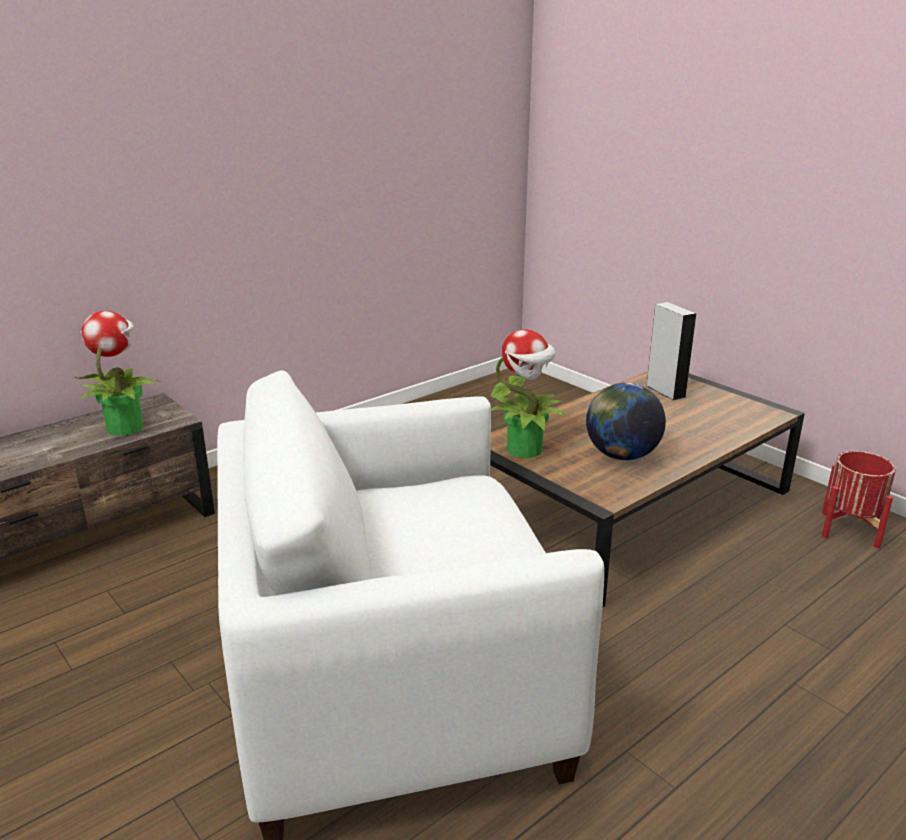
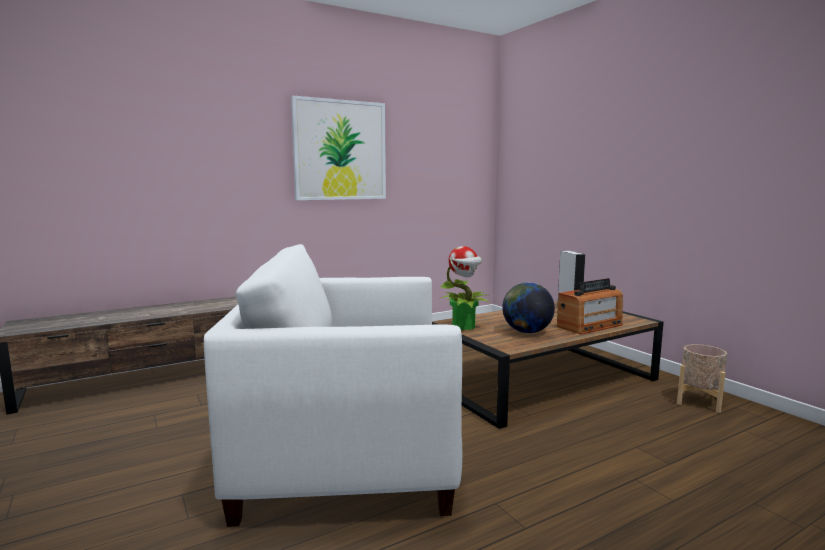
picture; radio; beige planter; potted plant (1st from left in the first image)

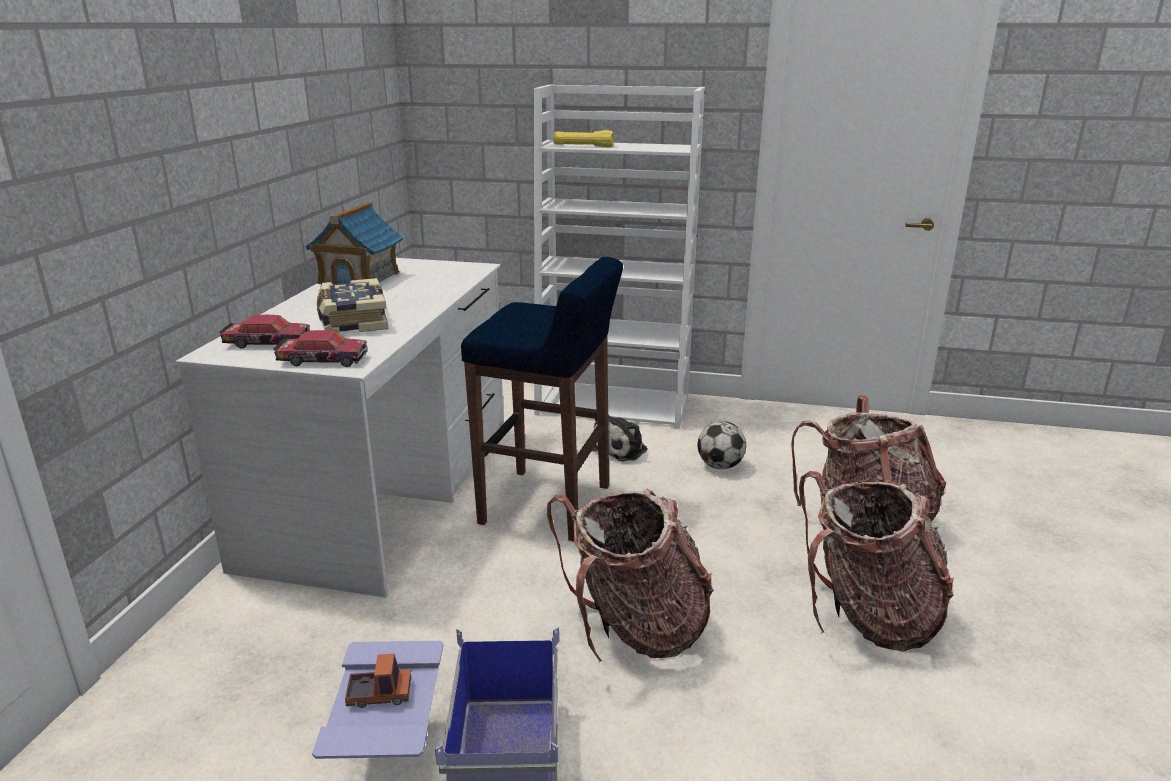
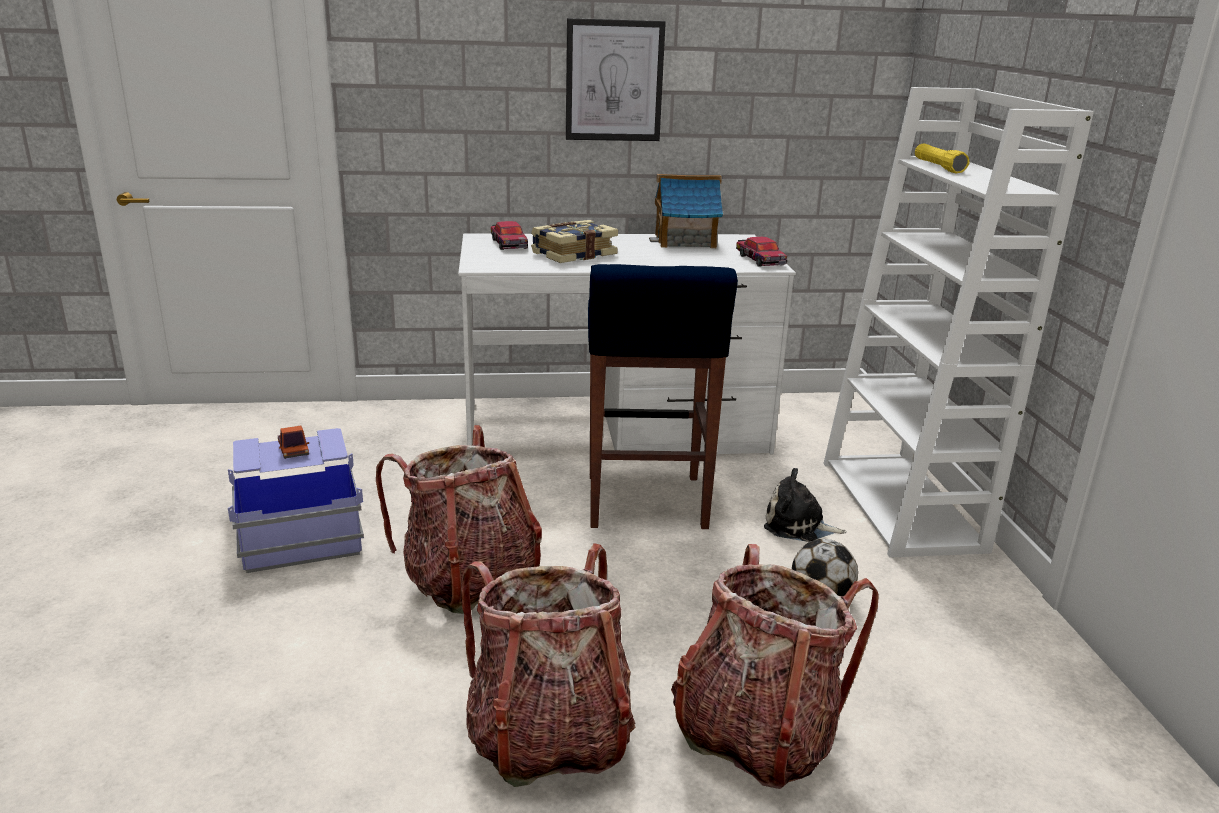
picture; toy car (2nd from left)

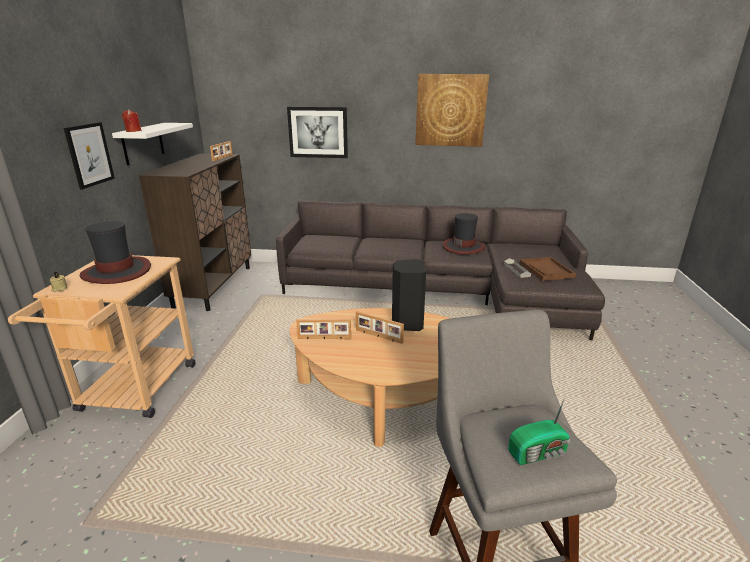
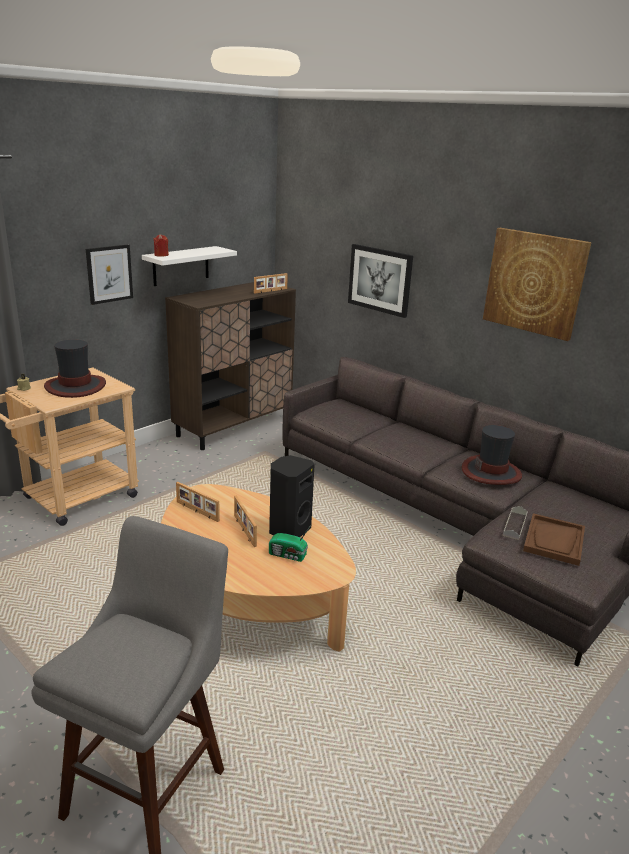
radio

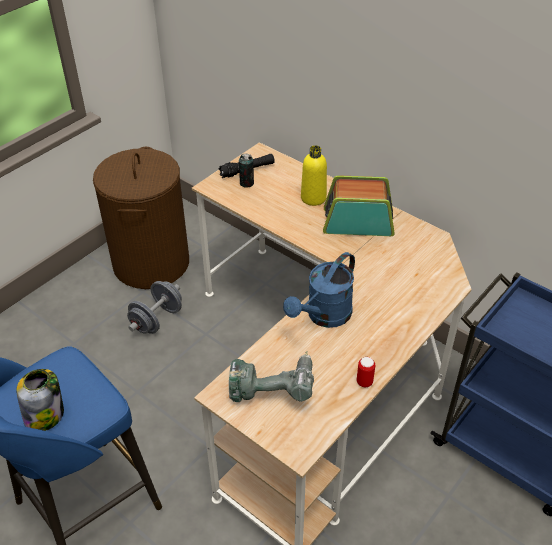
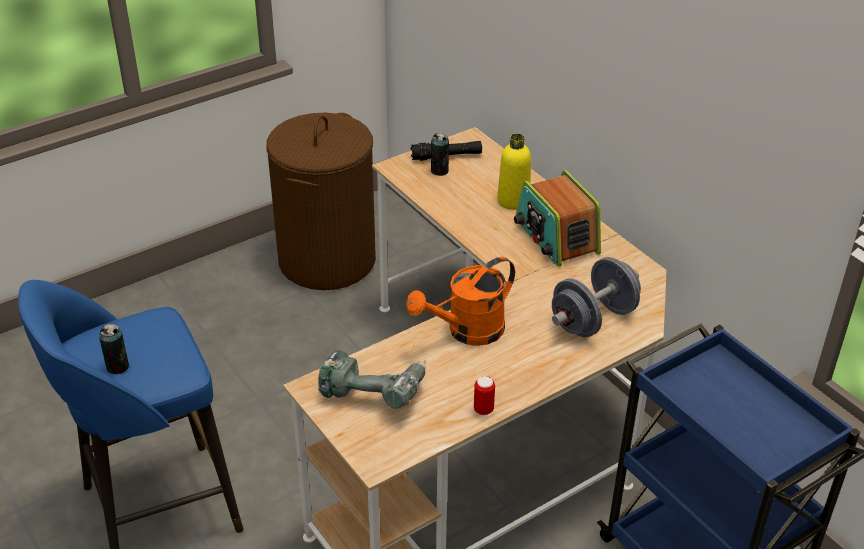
can (1st from left); orange watering can; radio; grey dumbbell

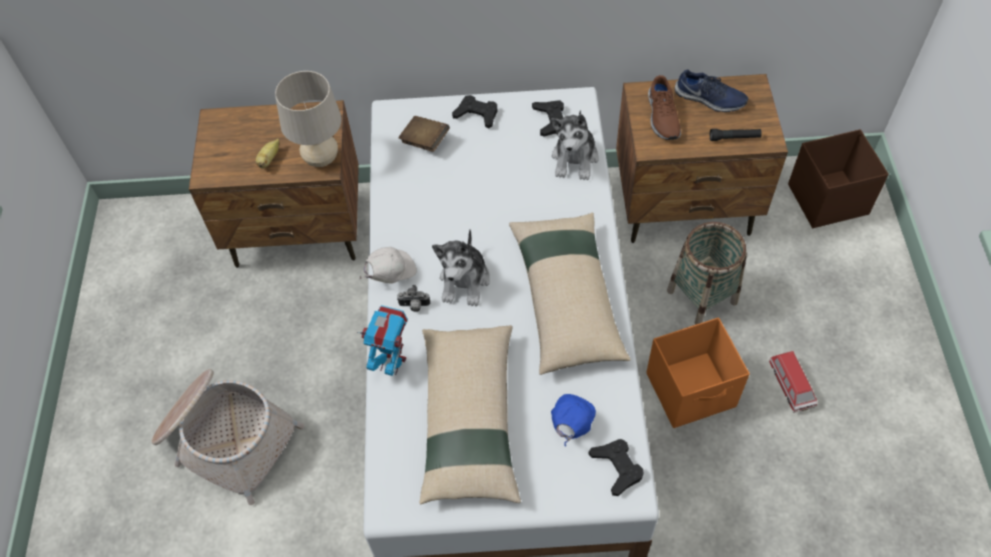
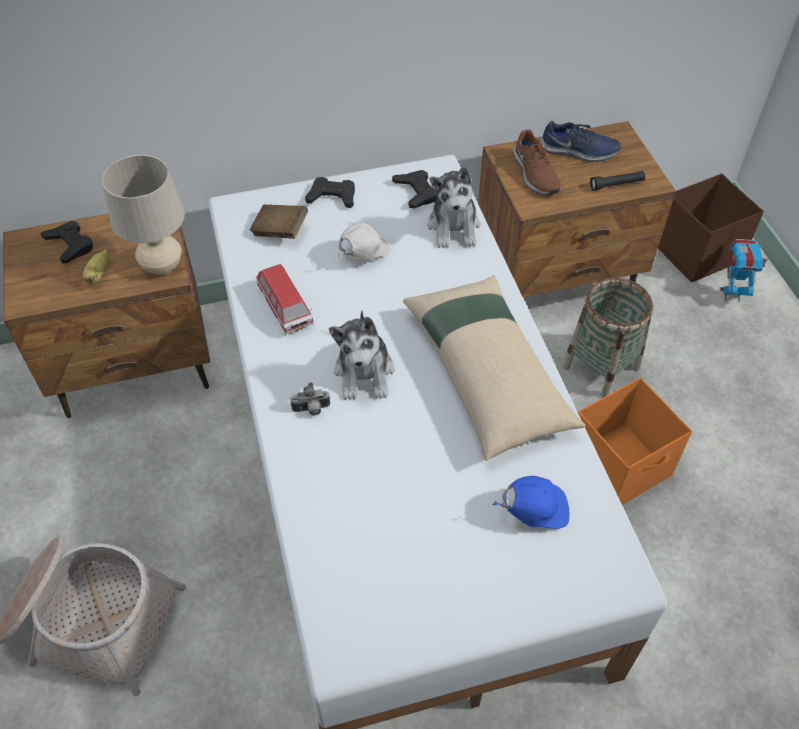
black game controller (1st from left); toy car; white cap; blue cap; toy robot; beige pillow (1st from left in the first image)

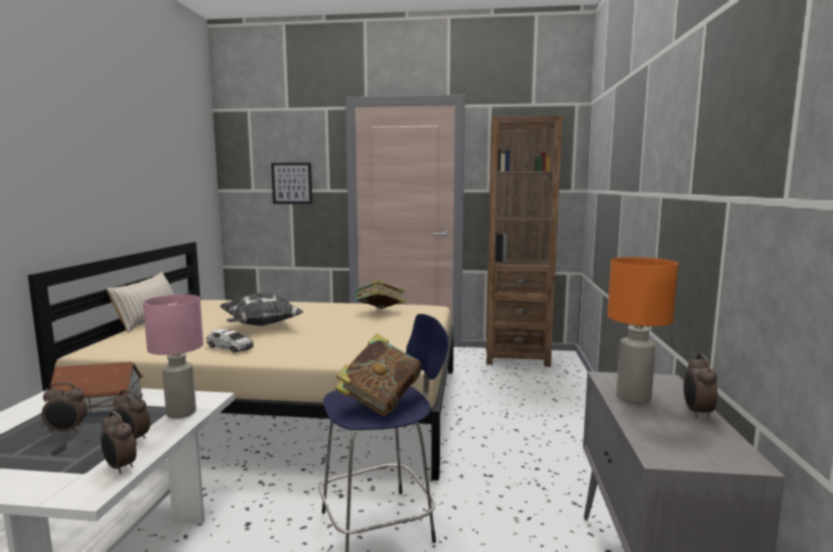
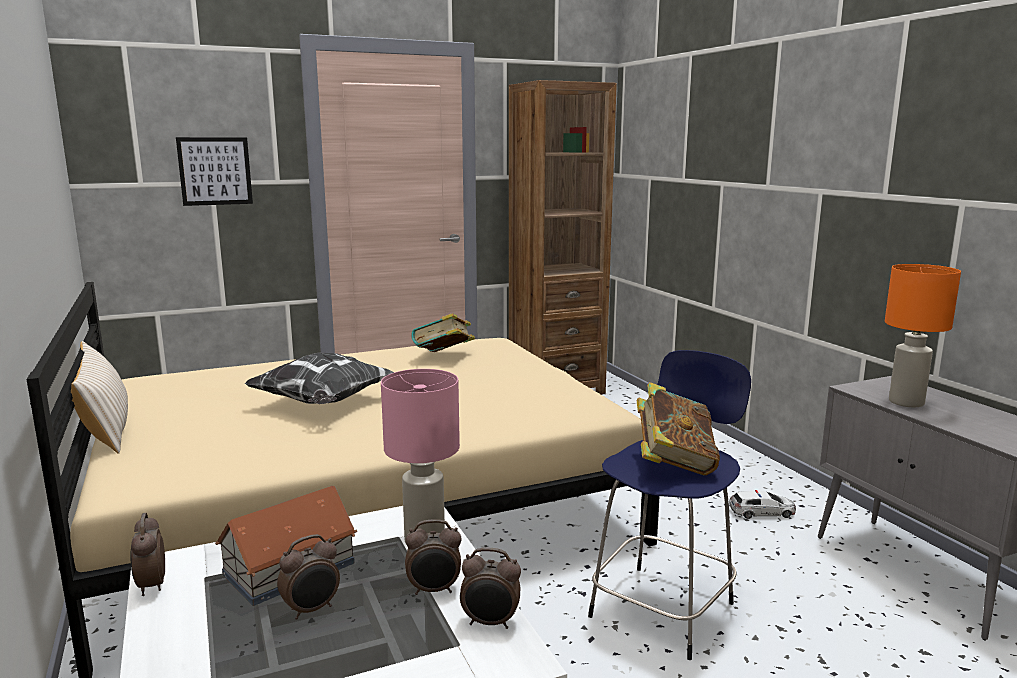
alarm clock (1st from left); toy car

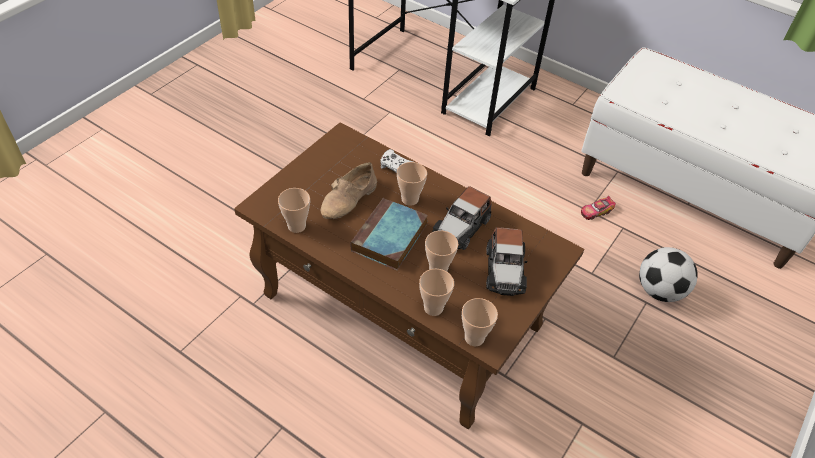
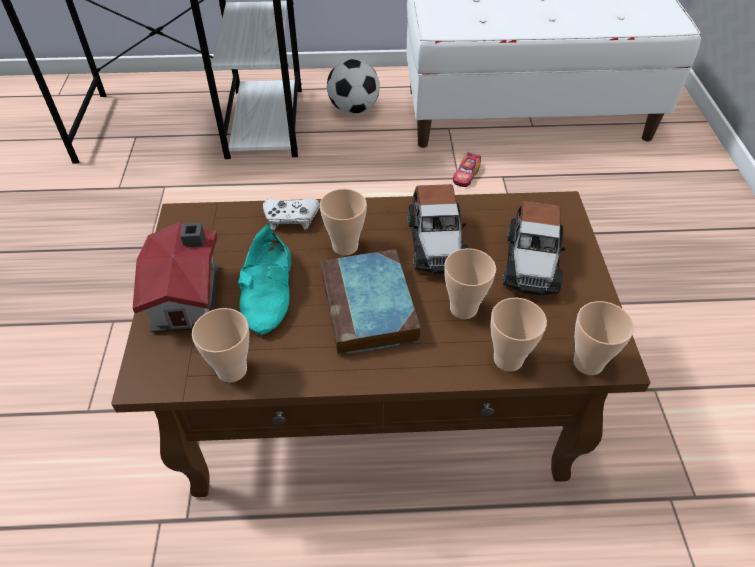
toy house; turquoise shoe; football; toy car (3rd from left)

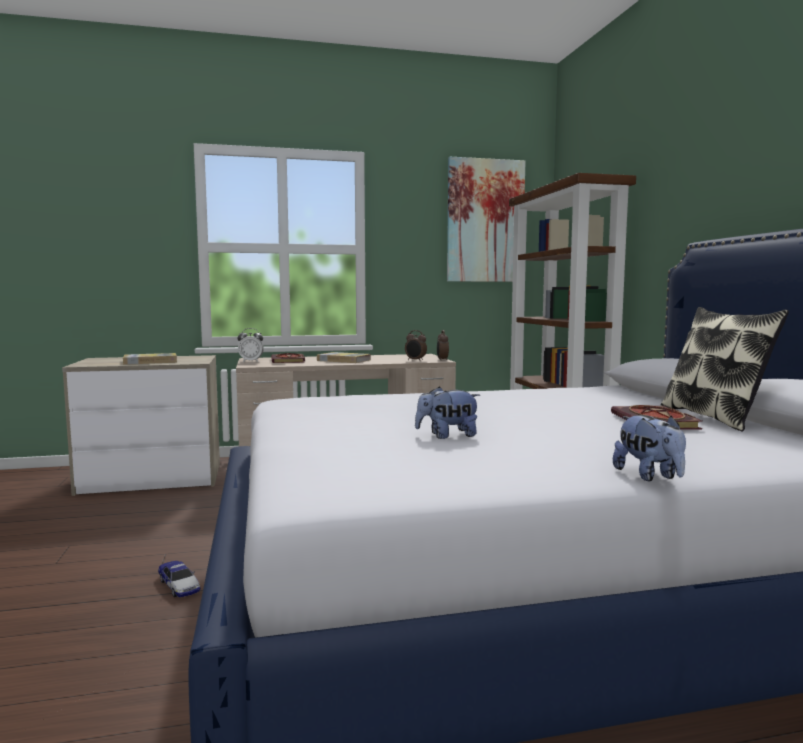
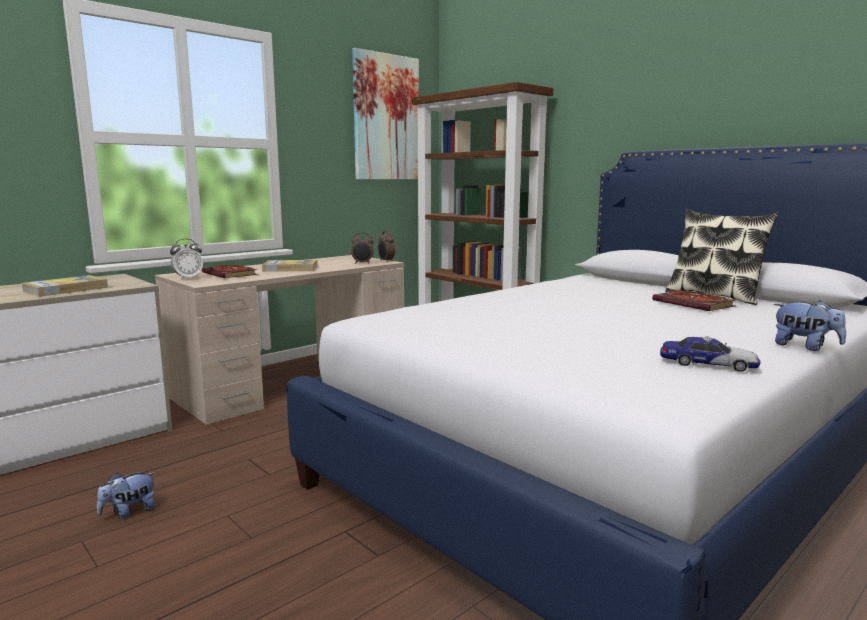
plush toy (1st from left); toy car

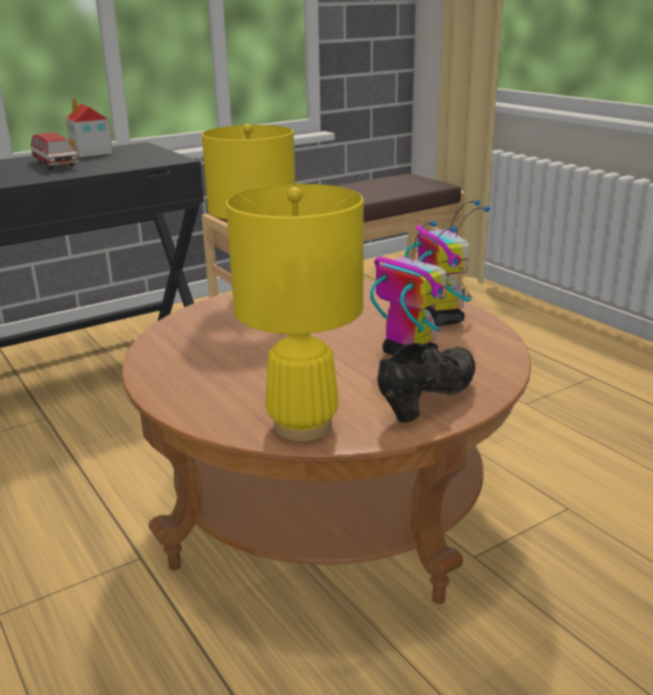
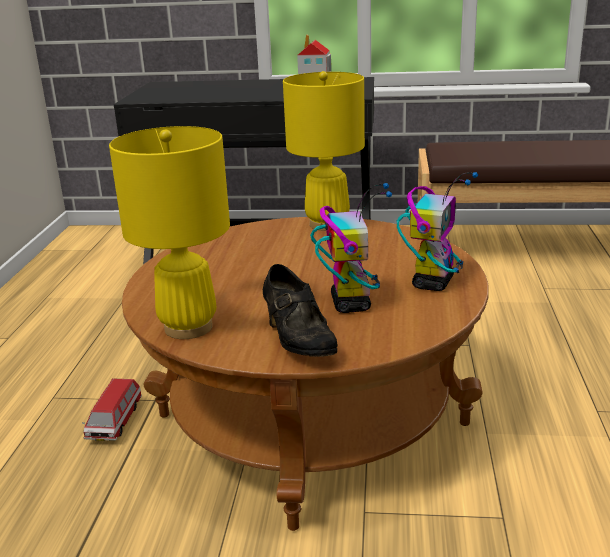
toy car; black shoe

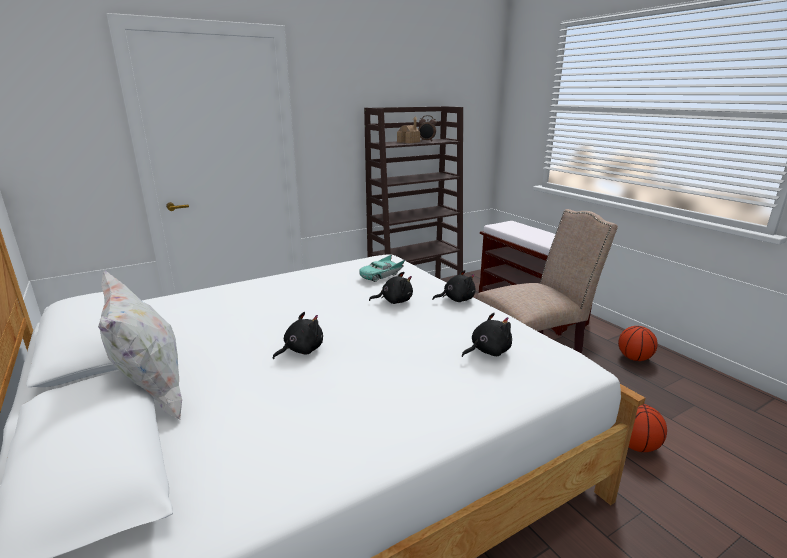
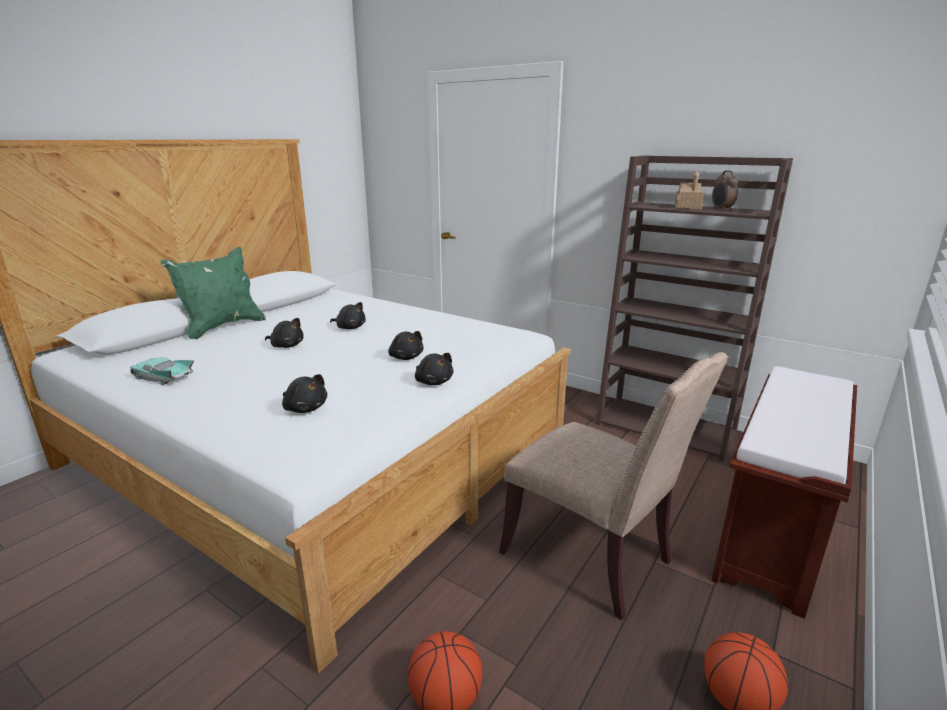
turquoise toy car; green pillow; black plush toy (3rd from left)

